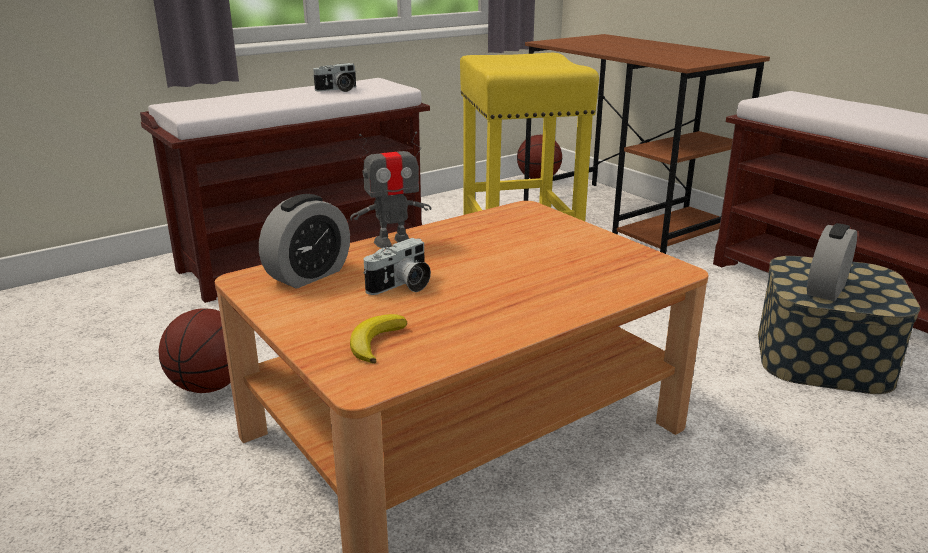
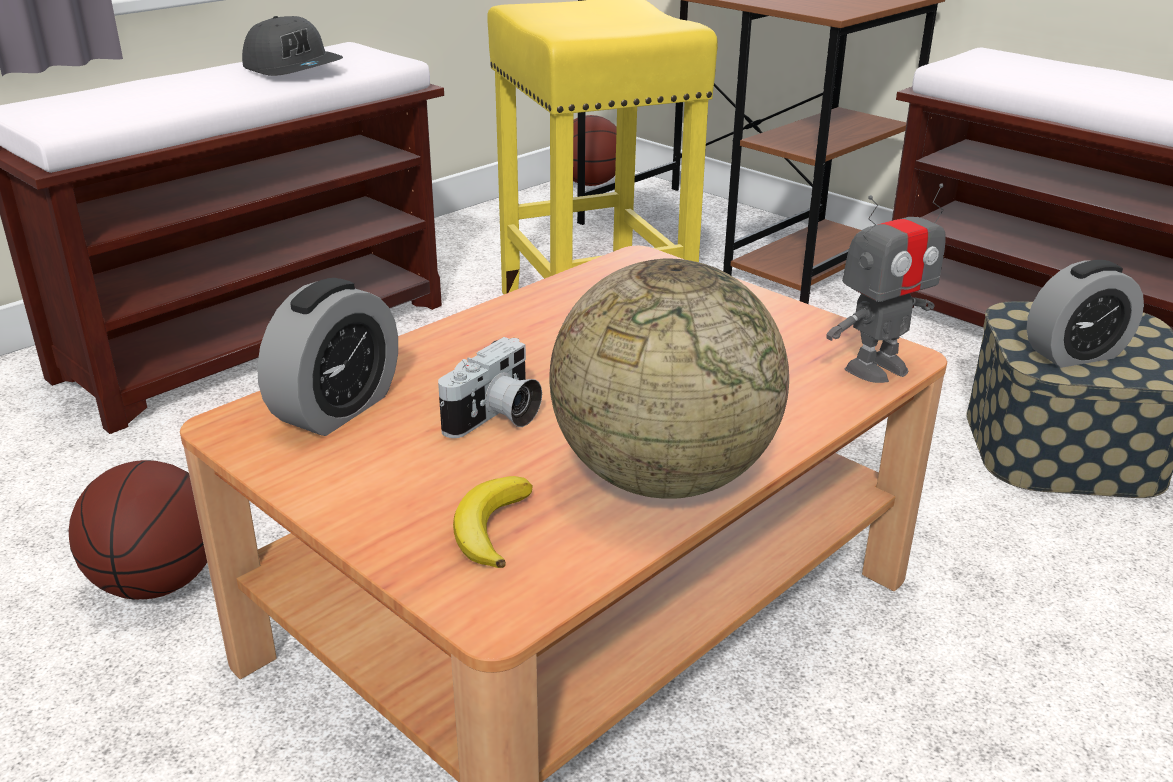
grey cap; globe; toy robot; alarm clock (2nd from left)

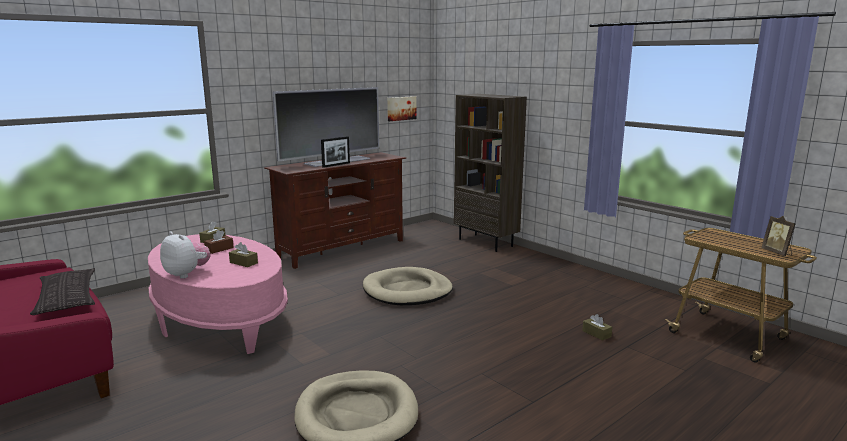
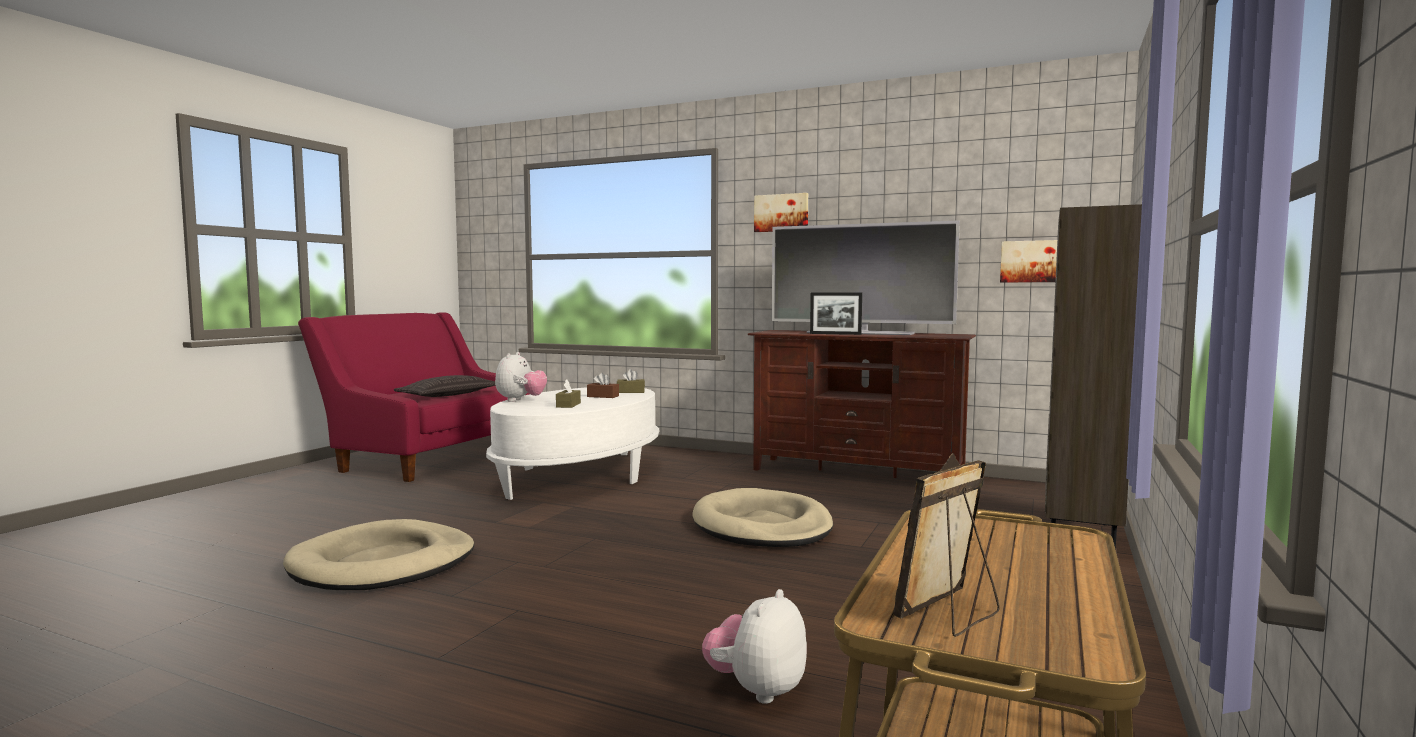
white coffee table; plush toy (2nd from left); picture (1st from left)

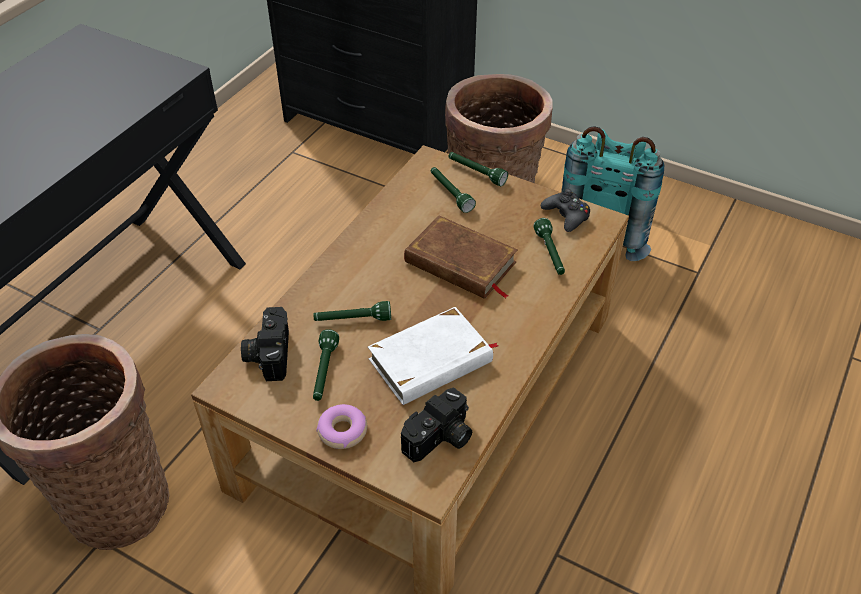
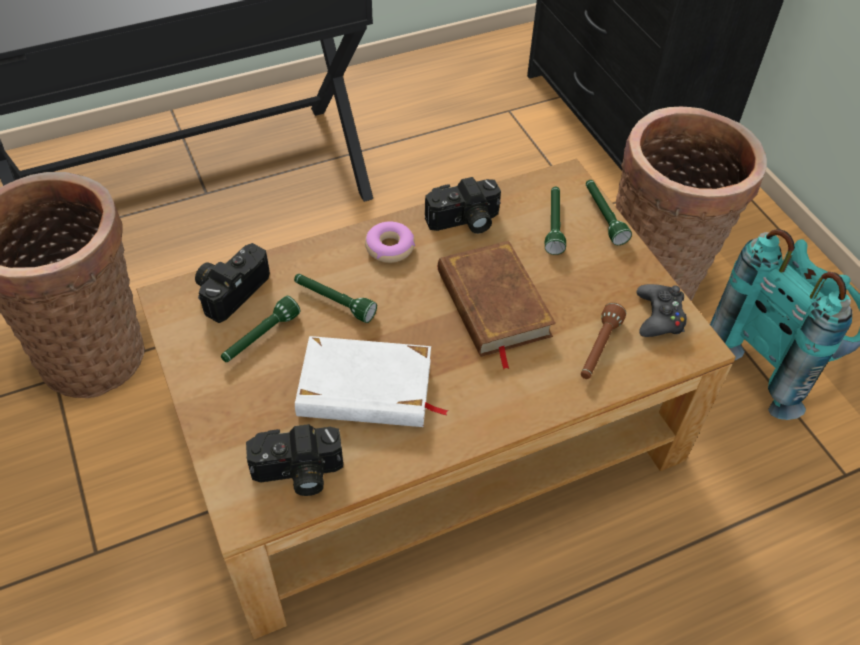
donut; photo camera (3rd from left); brown flashlight

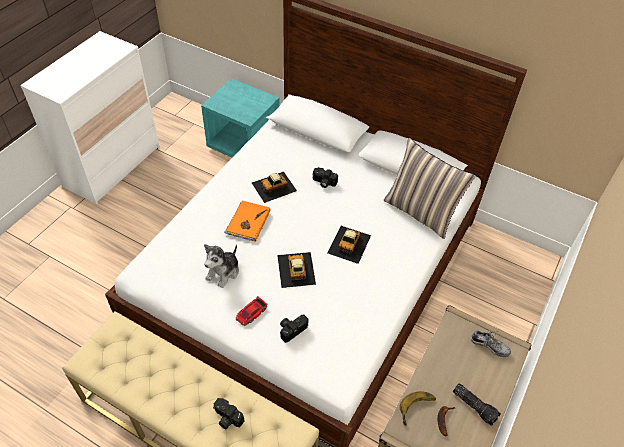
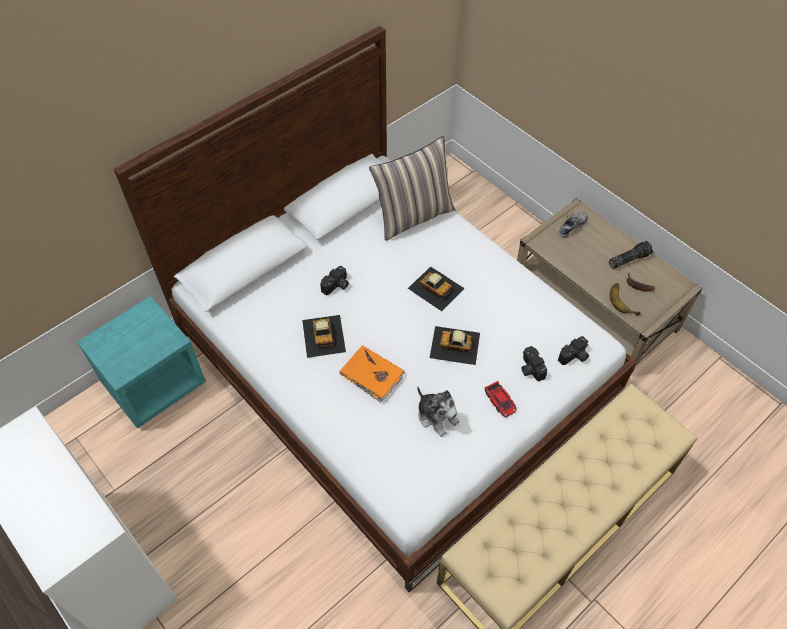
photo camera (3rd from left)

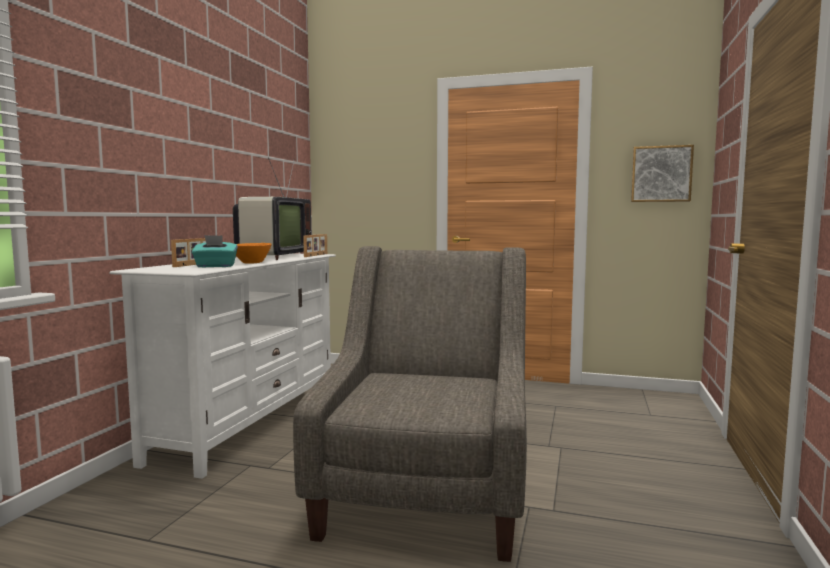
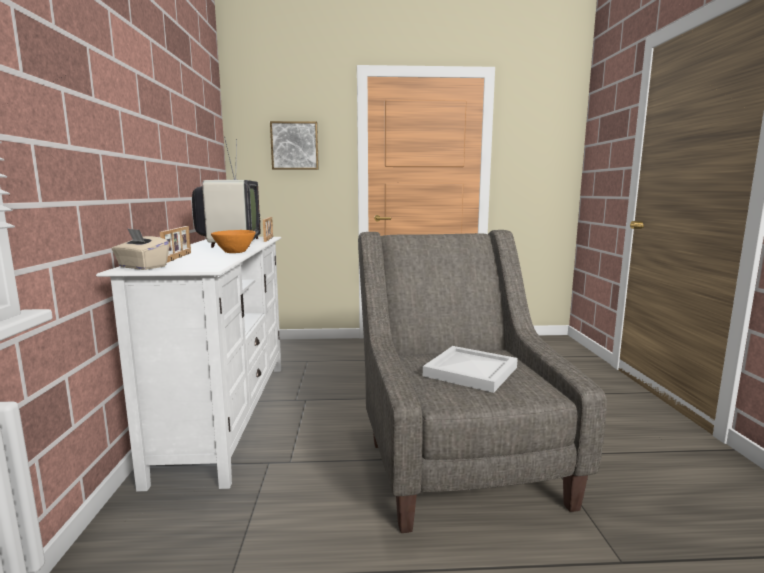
beige tissue box; picture; white tray; turquoise tissue box

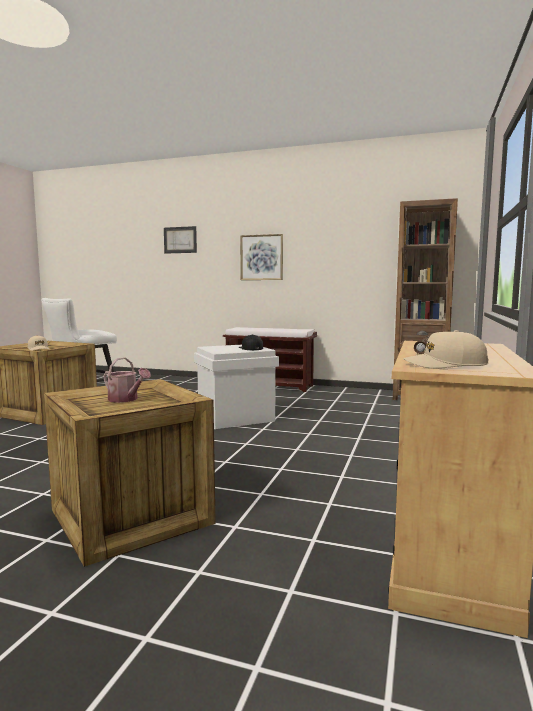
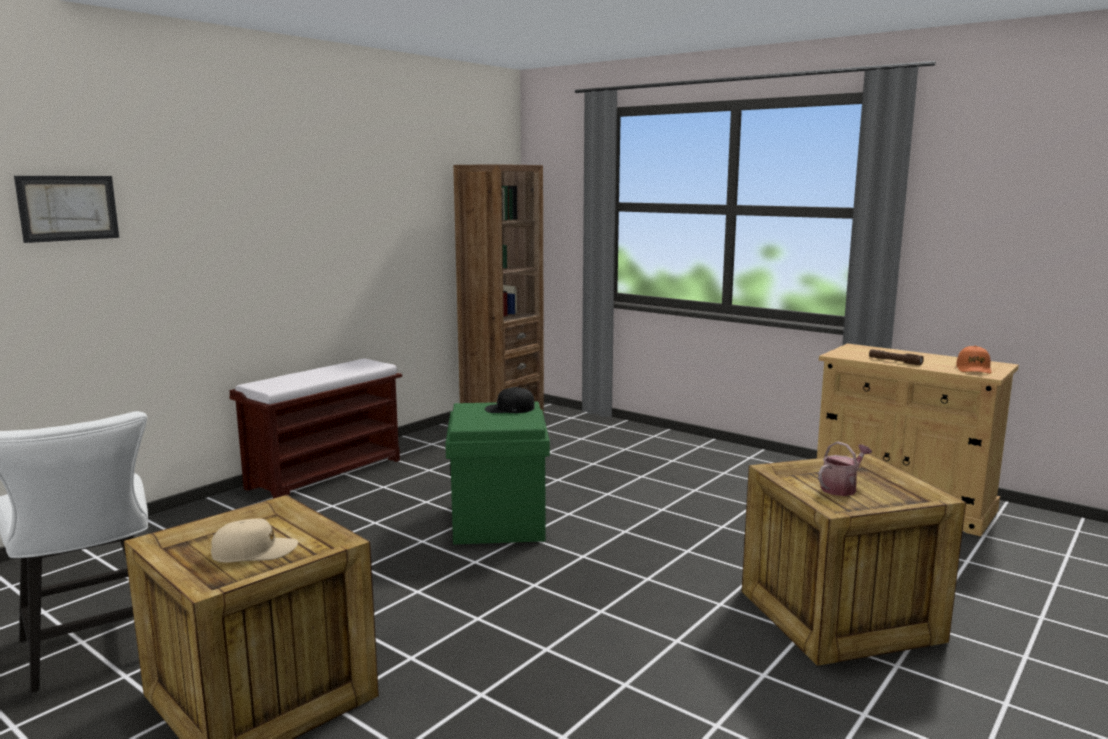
green storage box; orange cap; picture (2nd from left in the first image)

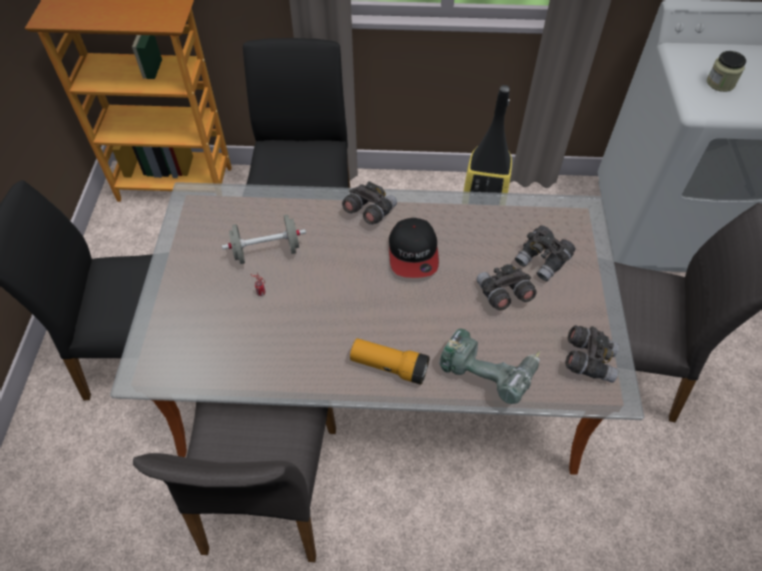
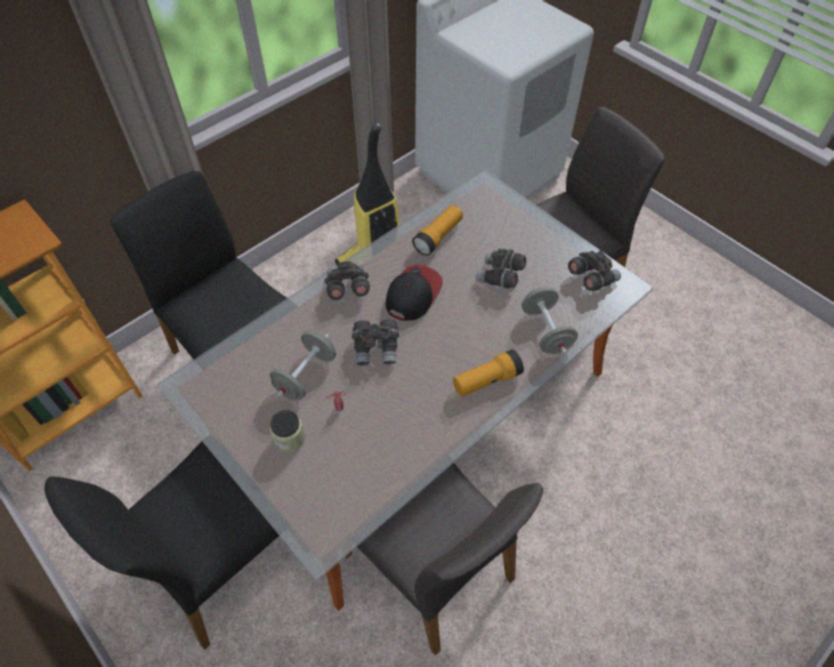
jar; grey binoculars (2nd from left); cap; flashlight (1st from left); grey dumbbell (2nd from left)

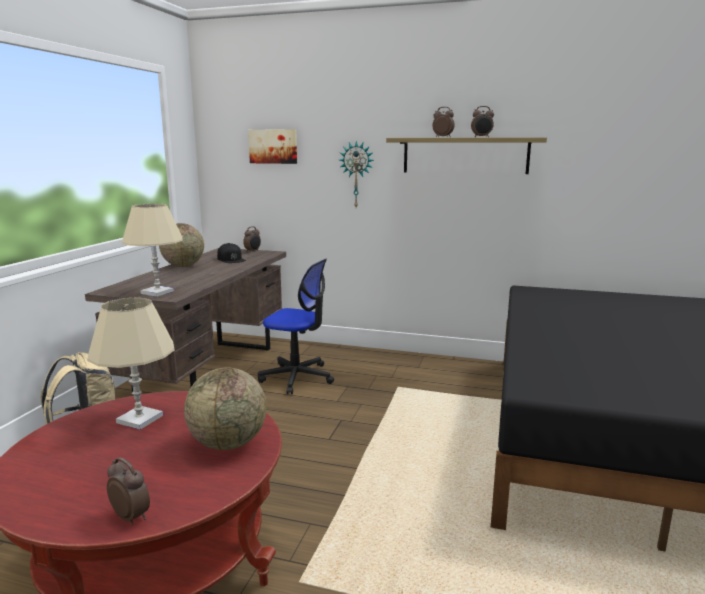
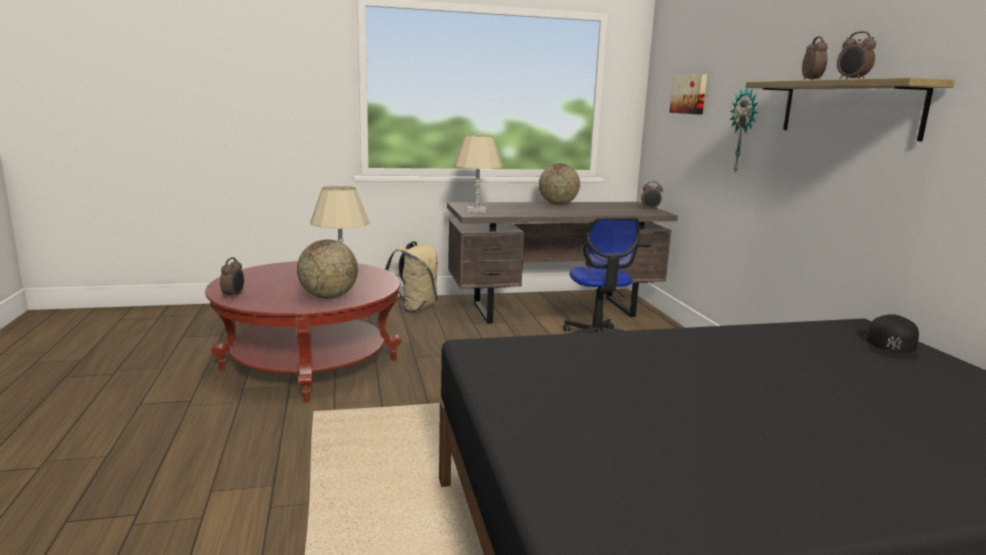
black cap

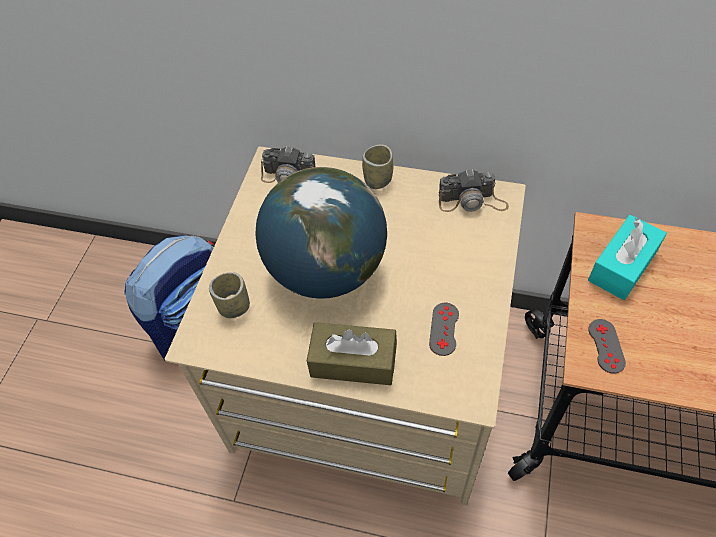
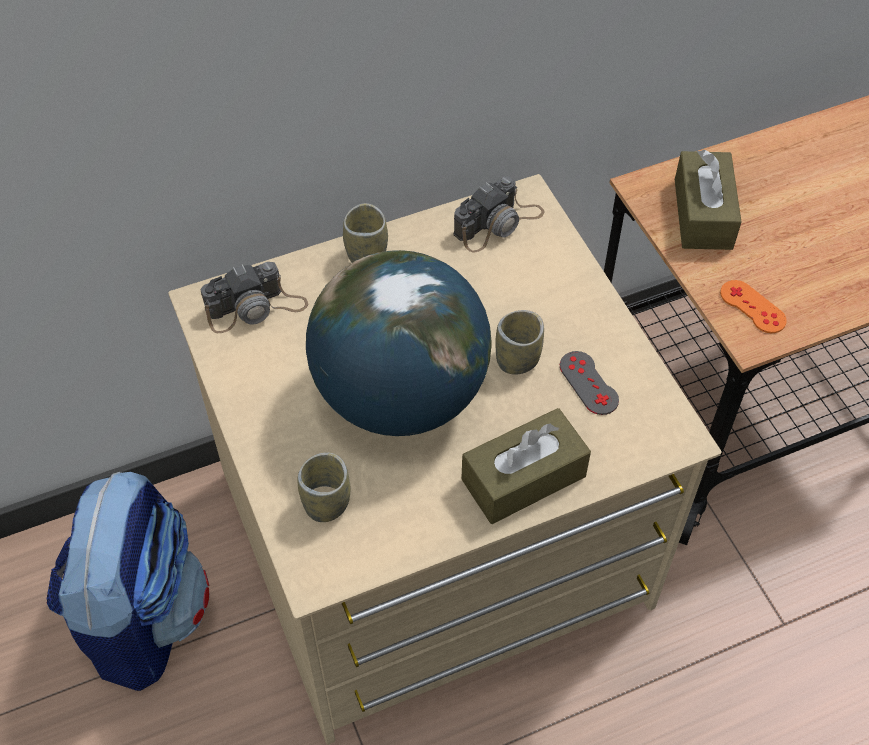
cup (3rd from left); brown tissue box (2nd from left); orange game controller

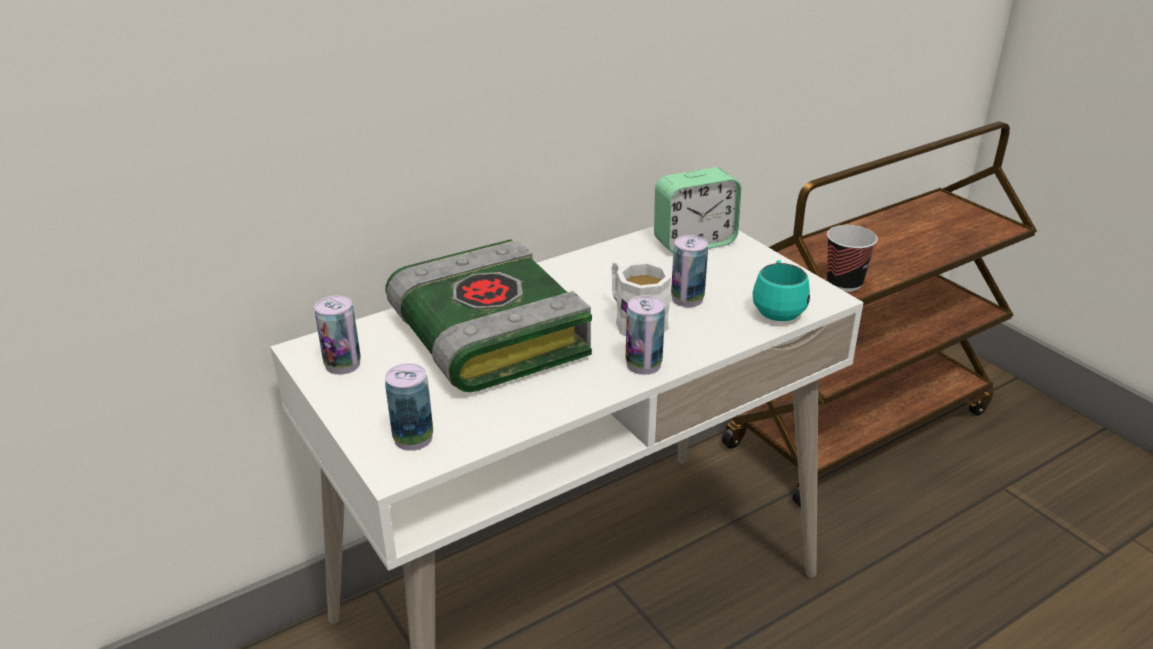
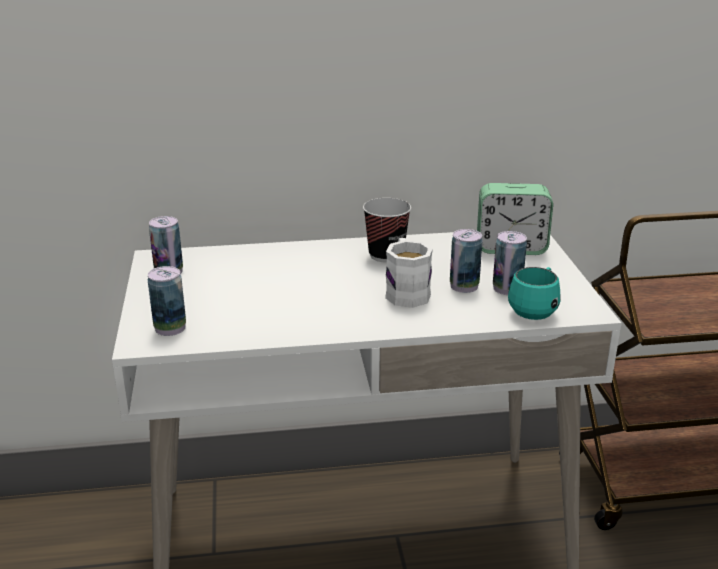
cup; can (4th from left); book

